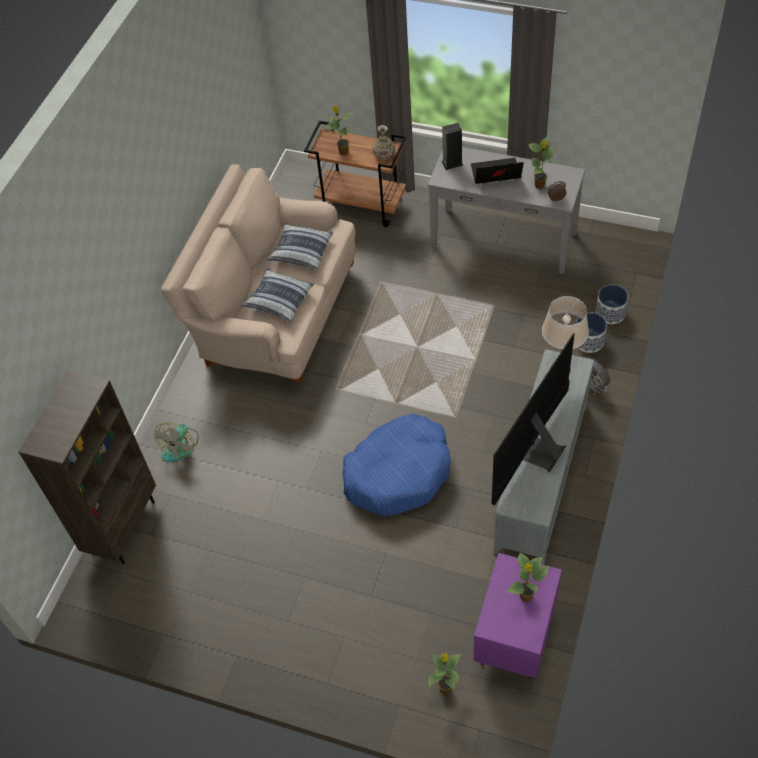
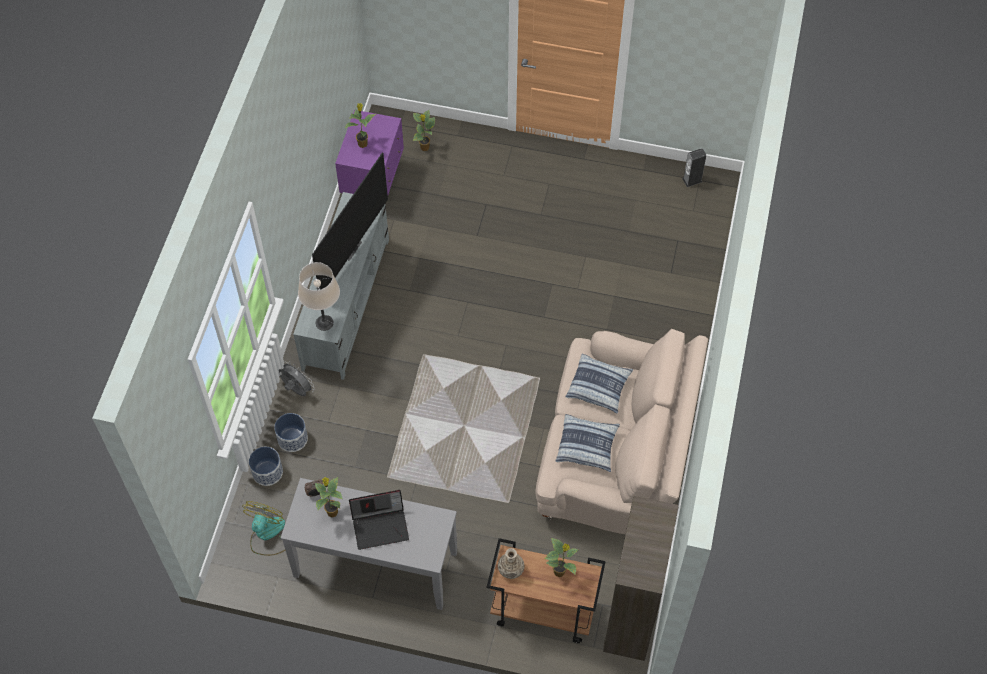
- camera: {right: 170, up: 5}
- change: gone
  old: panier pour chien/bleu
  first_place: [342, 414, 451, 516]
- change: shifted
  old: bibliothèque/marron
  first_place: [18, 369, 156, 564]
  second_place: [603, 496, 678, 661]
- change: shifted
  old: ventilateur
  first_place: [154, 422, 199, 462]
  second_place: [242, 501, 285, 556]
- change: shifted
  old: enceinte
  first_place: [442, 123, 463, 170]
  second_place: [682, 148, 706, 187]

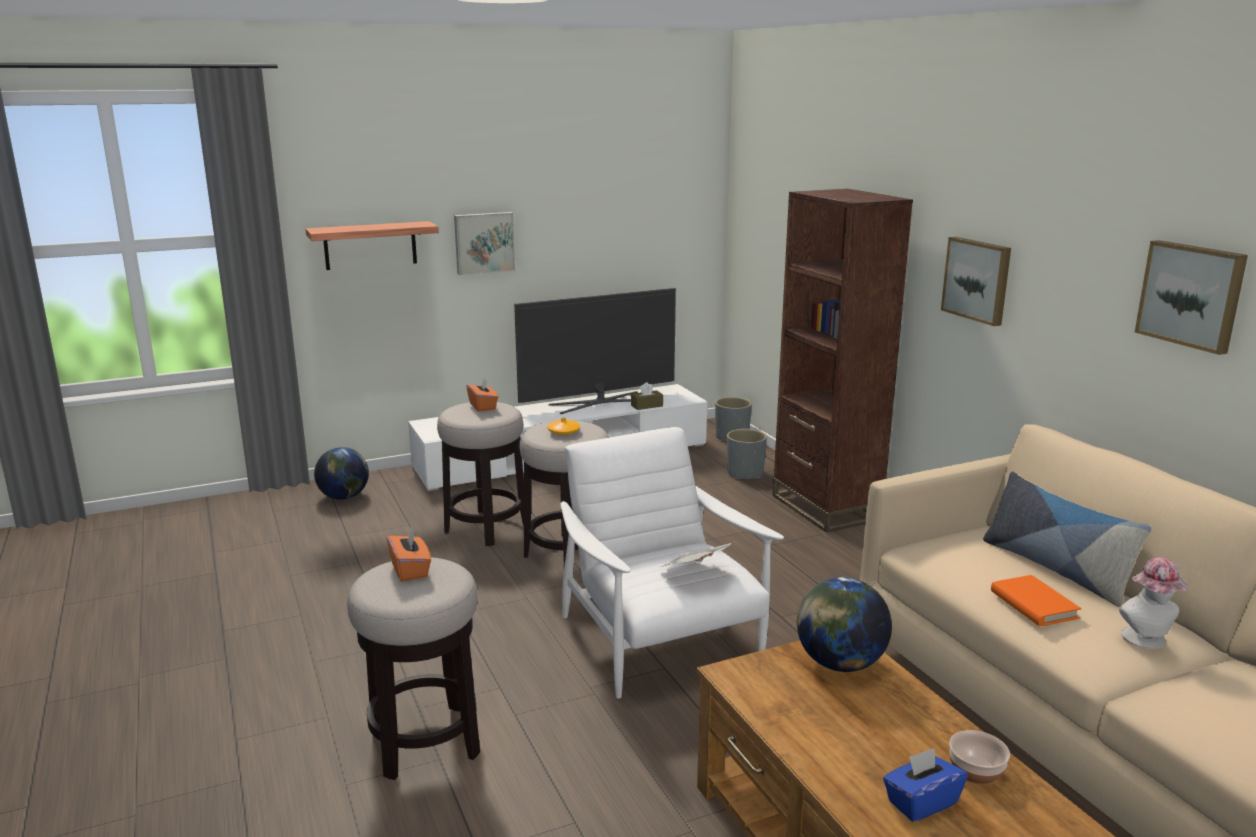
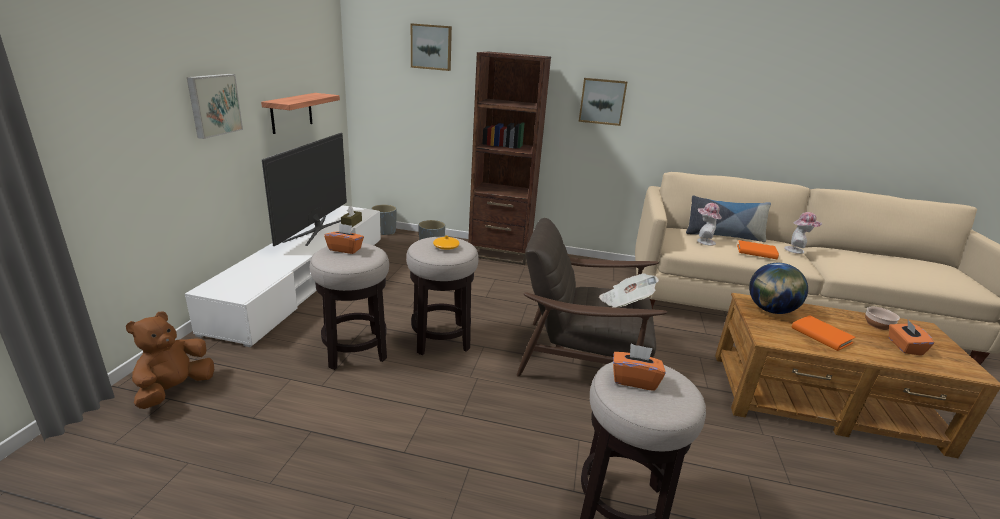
- camera: {right: -55, up: 5}
- change: new
  new: chapeau
  second_place: [697, 203, 722, 246]
- change: new
  new: livre/orange
  second_place: [791, 315, 856, 351]
- change: shifted
  old: étagère
  first_place: [305, 221, 439, 270]
  second_place: [261, 93, 340, 134]
- change: shifted
  old: tableau
  first_place: [1135, 240, 1248, 355]
  second_place: [411, 23, 452, 71]
- change: swapped
  old: globe
  new: peluche/marron
  first_place: [314, 447, 369, 500]
  second_place: [126, 311, 215, 409]
- change: repainted
  old: fauteuil/blanc
  new: fauteuil/marron
  first_place: [560, 427, 784, 699]
  second_place: [517, 218, 668, 377]
- change: repainted
  old: boîte à mouchoirs/bleu
  new: boîte à mouchoirs/orange
  first_place: [883, 748, 968, 822]
  second_place: [889, 320, 934, 356]

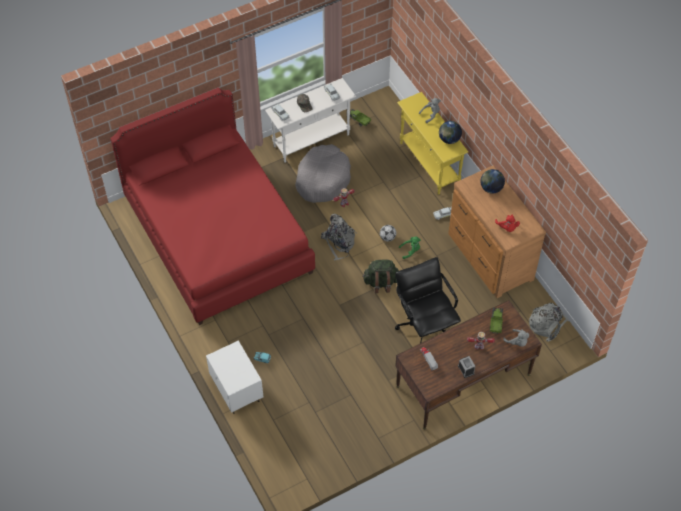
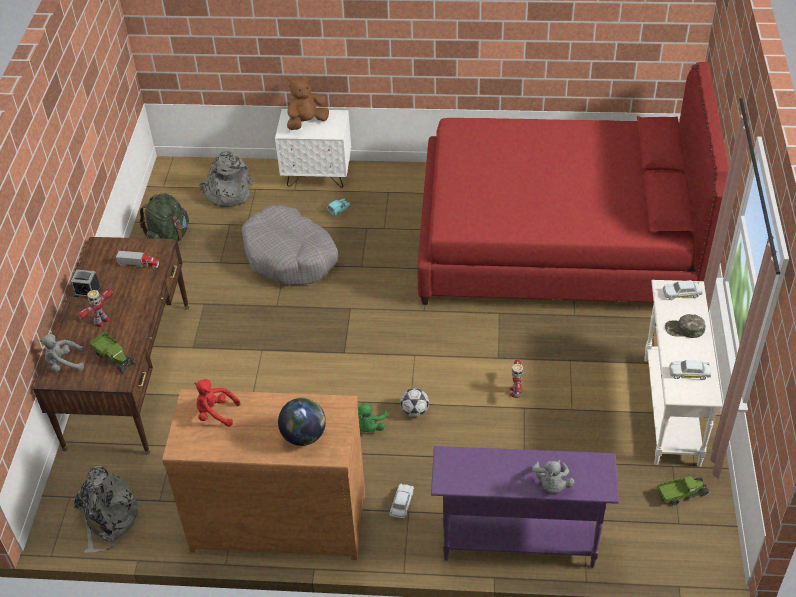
- camera: {right: 125, up: -10}
- change: gone
  old: chaise de bureau/noir
  first_place: [395, 257, 461, 343]
- change: gone
  old: globe
  first_place: [439, 121, 462, 144]
- change: new
  new: peluche/marron
  second_place: [287, 75, 329, 130]
- change: shifted
  old: panier pour chien/gris
  first_place: [295, 144, 351, 203]
  second_place: [242, 205, 338, 286]
- change: shifted
  old: sac à dos/gris
  first_place: [321, 214, 356, 260]
  second_place: [199, 150, 254, 207]
- change: shifted
  old: sac à dos/vert
  first_place: [362, 260, 399, 293]
  second_place: [139, 193, 189, 242]
- change: repainted
  old: table console/jaune
  new: table console/violet
  first_place: [397, 92, 468, 194]
  second_place: [431, 446, 619, 568]

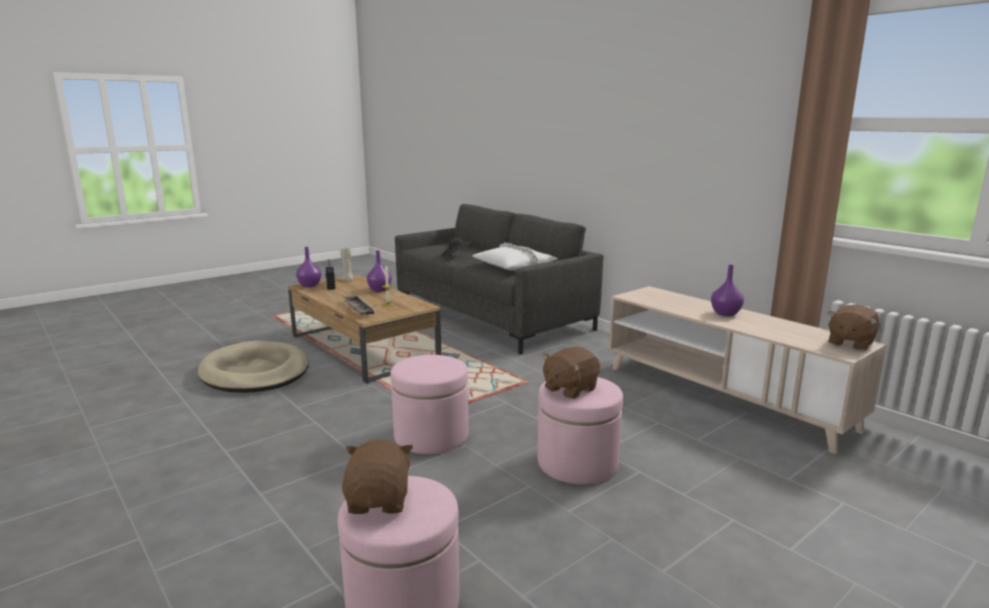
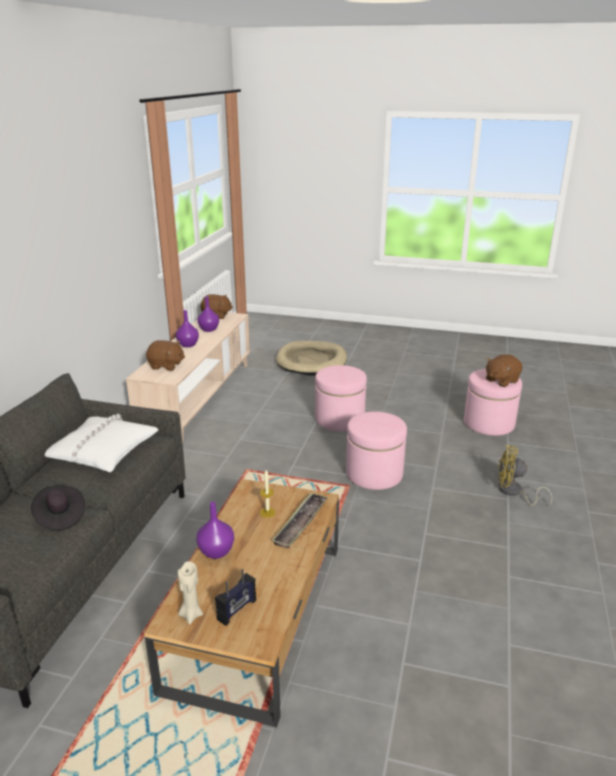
- camera: {right: -125, up: 10}
- change: new
  new: ventilateur/jaune
  second_place: [498, 445, 552, 507]
- change: shifted
  old: panier pour chien/beige
  first_place: [198, 341, 309, 393]
  second_place: [276, 341, 347, 376]
- change: shifted
  old: vase/violet
  first_place: [296, 247, 321, 287]
  second_place: [198, 296, 219, 332]
- change: shifted
  old: peluche/marron
  first_place: [542, 347, 600, 399]
  second_place: [146, 340, 185, 371]

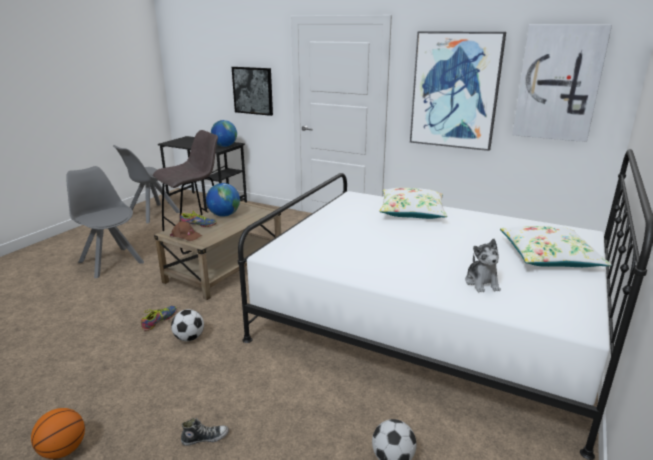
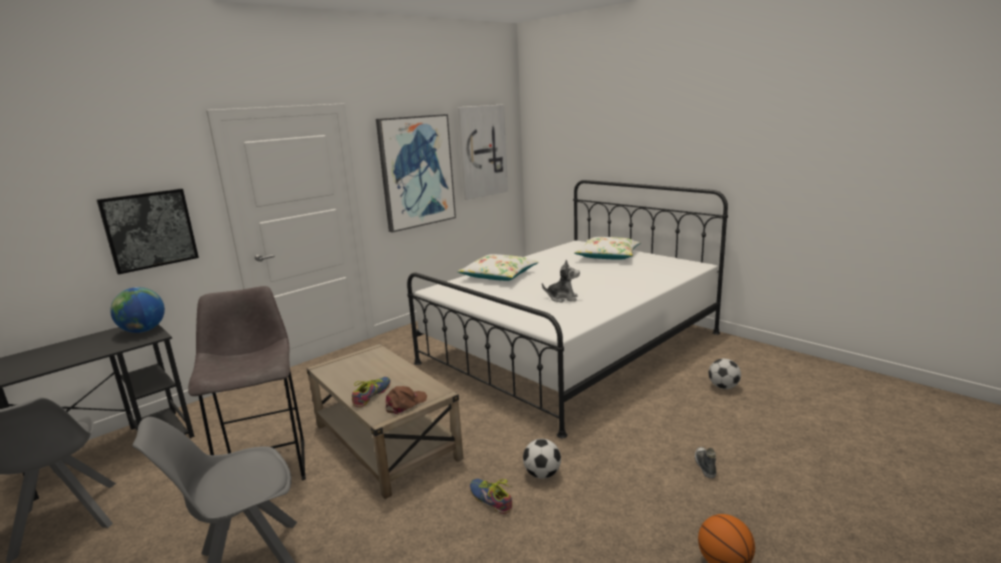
- camera: {right: -70, up: -5}
- change: gone
  old: globe
  first_place: [206, 183, 240, 217]
- change: shifted
  old: peluche
  first_place: [465, 239, 501, 293]
  second_place: [542, 260, 580, 302]

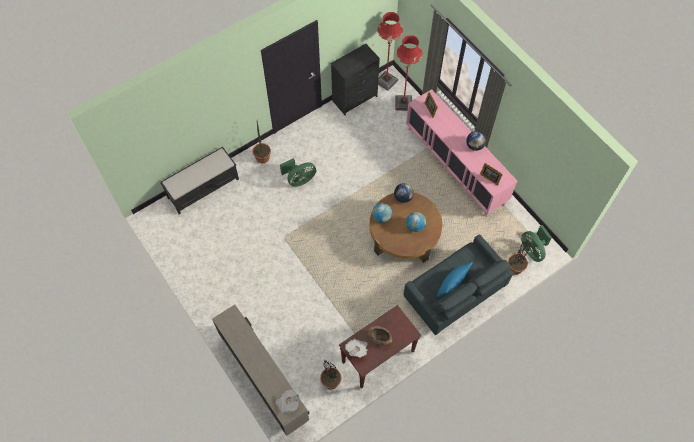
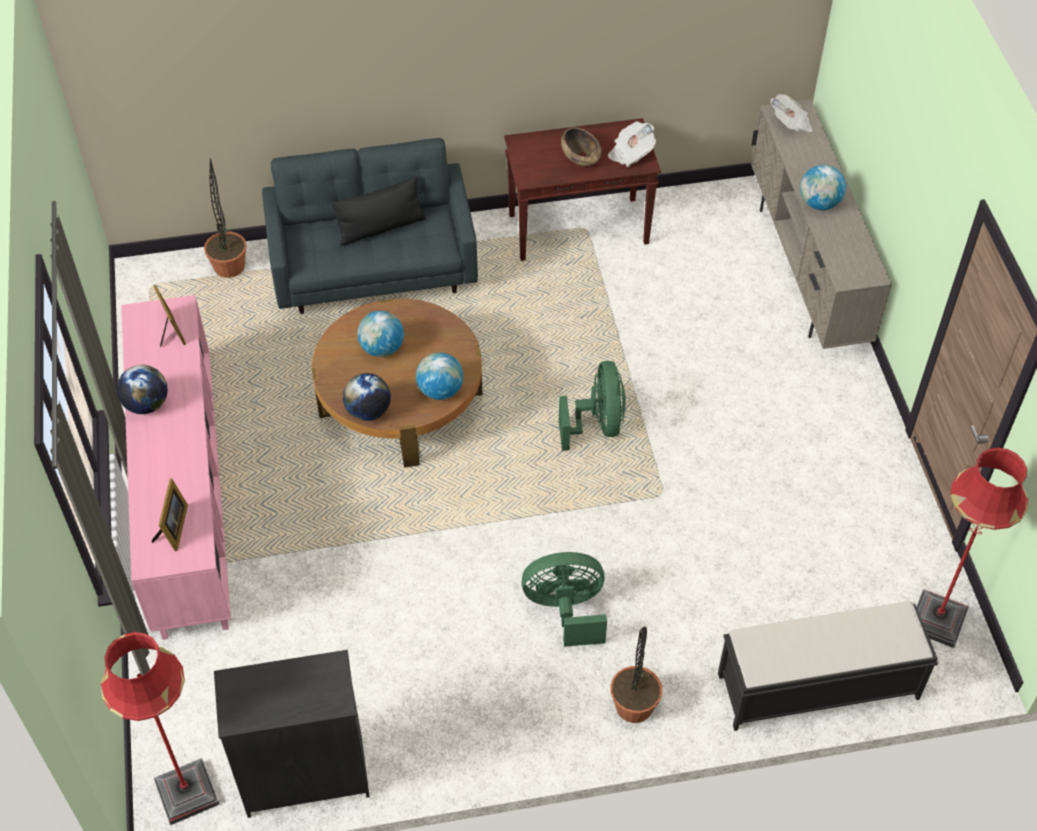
- camera: {right: -155, up: -10}
- change: gone
  old: plante en pot
  first_place: [320, 360, 342, 390]
- change: new
  new: globe
  second_place: [800, 165, 846, 210]
- change: shifted
  old: lampadaire/rouge
  first_place: [395, 35, 423, 111]
  second_place: [916, 447, 1028, 648]
- change: shifted
  old: ventilateur/vert
  first_place: [521, 225, 552, 262]
  second_place: [559, 361, 626, 450]
- change: repainted
  old: coussin/bleu
  new: coussin/noir
  first_place: [437, 262, 473, 297]
  second_place: [331, 176, 426, 246]

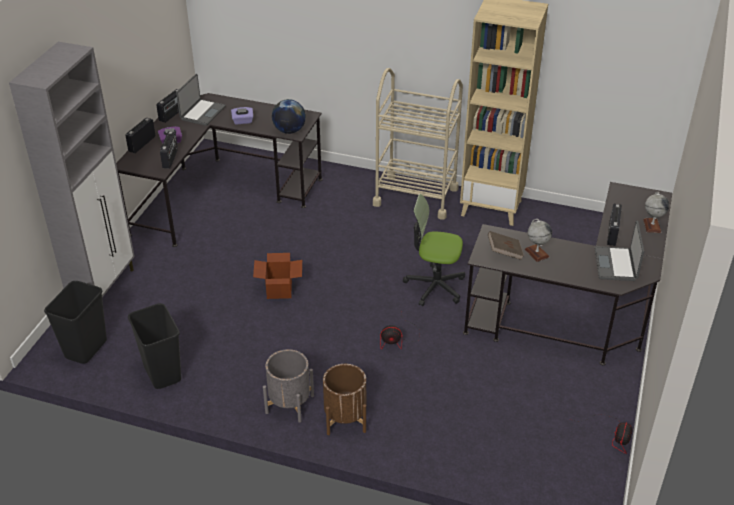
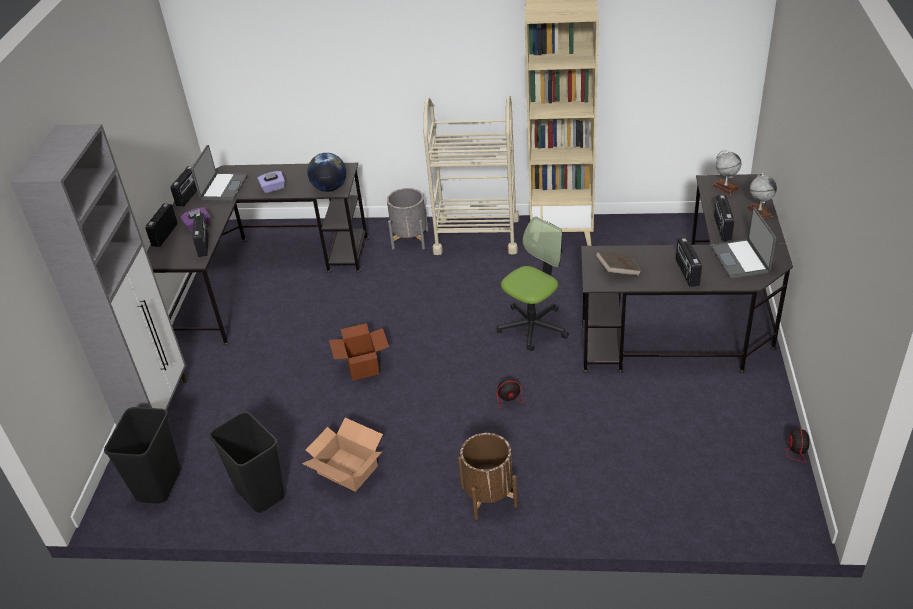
- camera: {right: -10, up: 0}
- change: new
  new: carton
  second_place: [302, 418, 383, 492]
- change: new
  new: radio
  second_place: [676, 238, 702, 287]
- change: shifted
  old: cache-pot/gris
  first_place: [263, 349, 314, 423]
  second_place: [387, 188, 428, 249]
- change: shifted
  old: globe
  first_place: [525, 219, 552, 262]
  second_place: [712, 150, 741, 195]
- change: rotated
  old: chaise de bureau
  first_place: [403, 194, 465, 306]
  second_place: [497, 217, 569, 351]
  degrees: 135

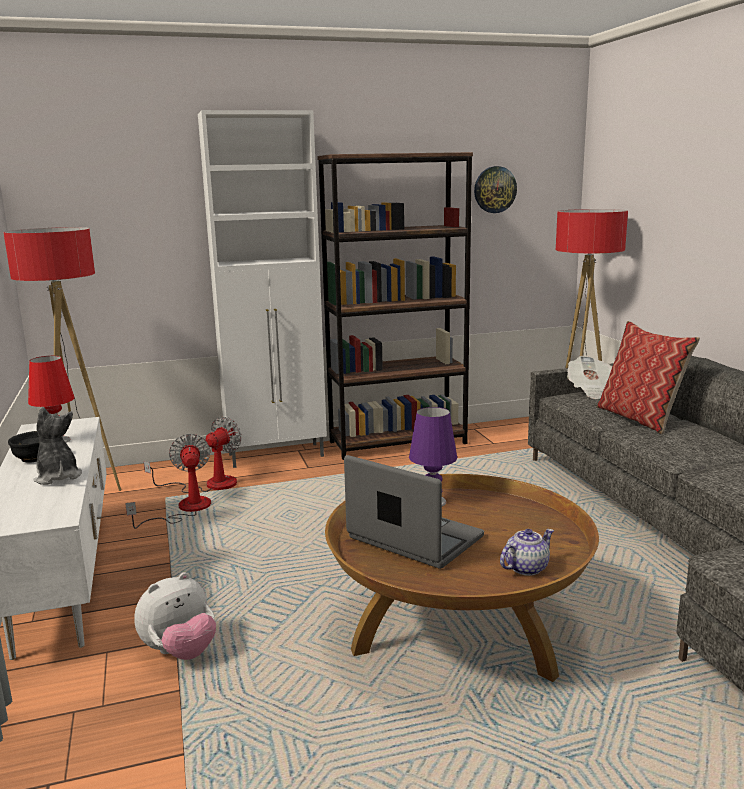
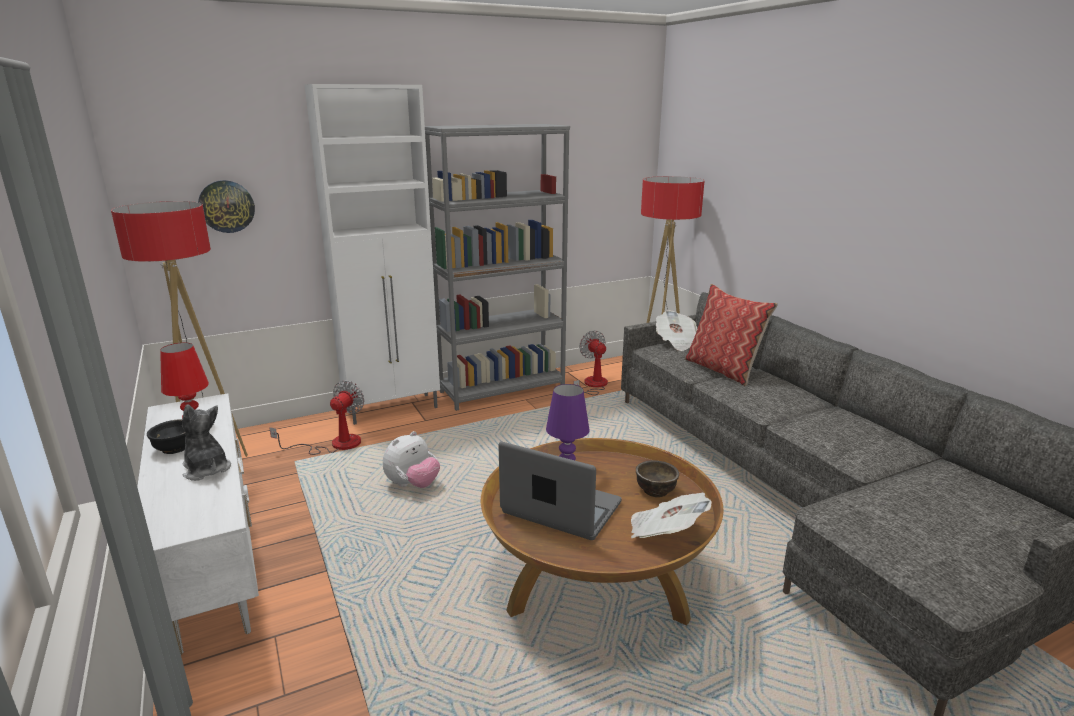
- camera: {right: -10, up: 5}
- change: new
  new: bol/marron
  second_place: [636, 460, 679, 497]
- change: shifted
  old: ventilateur
  first_place: [125, 434, 211, 529]
  second_place: [574, 330, 608, 395]
- change: shifted
  old: peluche
  first_place: [134, 572, 216, 660]
  second_place: [383, 431, 440, 488]
- change: shifted
  old: horloge murale
  first_place: [474, 166, 517, 213]
  second_place: [198, 180, 255, 233]
- change: swapped
  old: théière
  new: journal
  first_place: [500, 529, 554, 576]
  second_place: [631, 493, 712, 538]
- change: repainted
  old: bibliothèque/marron
  new: bibliothèque/gris
  first_place: [317, 152, 473, 460]
  second_place: [425, 124, 570, 411]

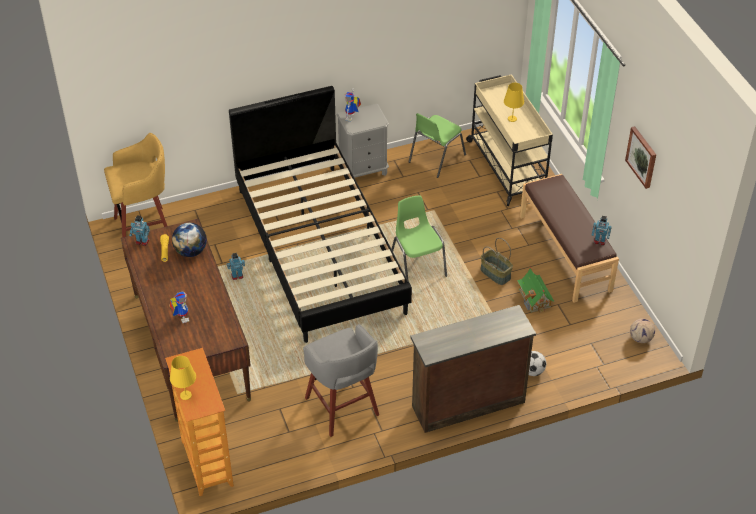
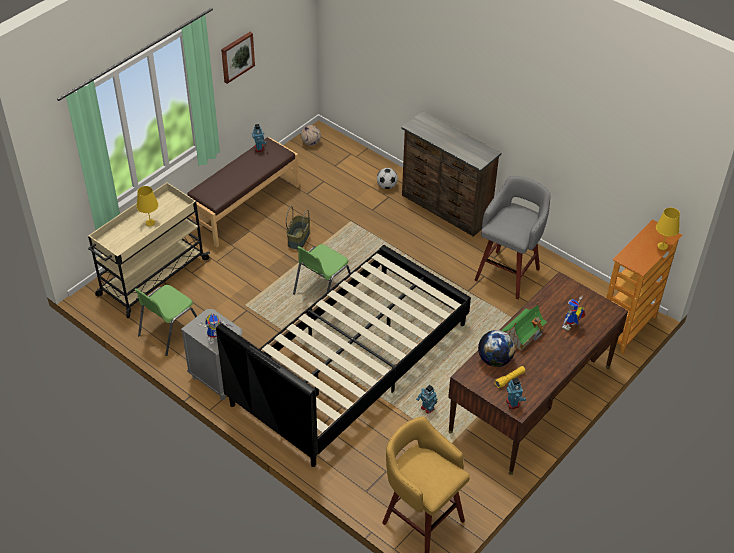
- camera: {right: -120, up: 0}
- change: shifted
  old: maison miniature
  first_place: [517, 266, 555, 313]
  second_place: [501, 303, 547, 351]
- change: rotated
  old: chaise/vert
  first_place: [409, 113, 466, 178]
  second_place: [134, 285, 197, 356]
  degrees: 120

